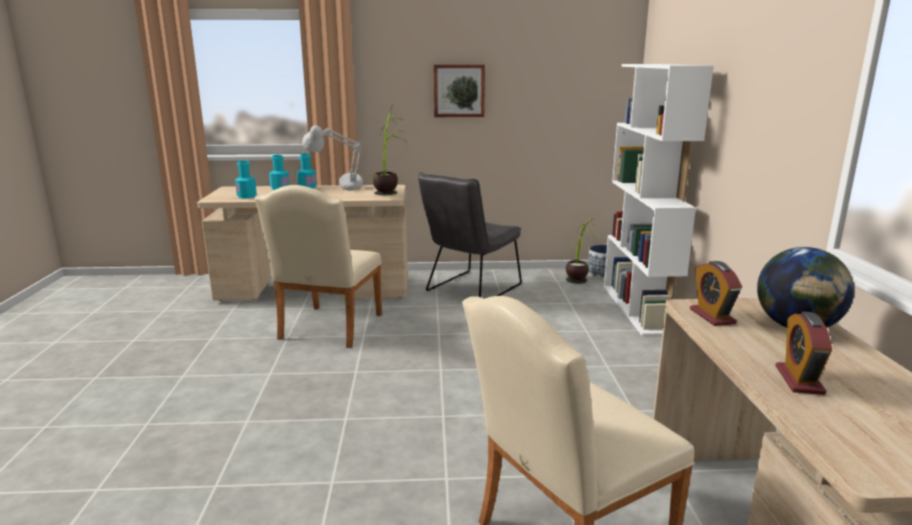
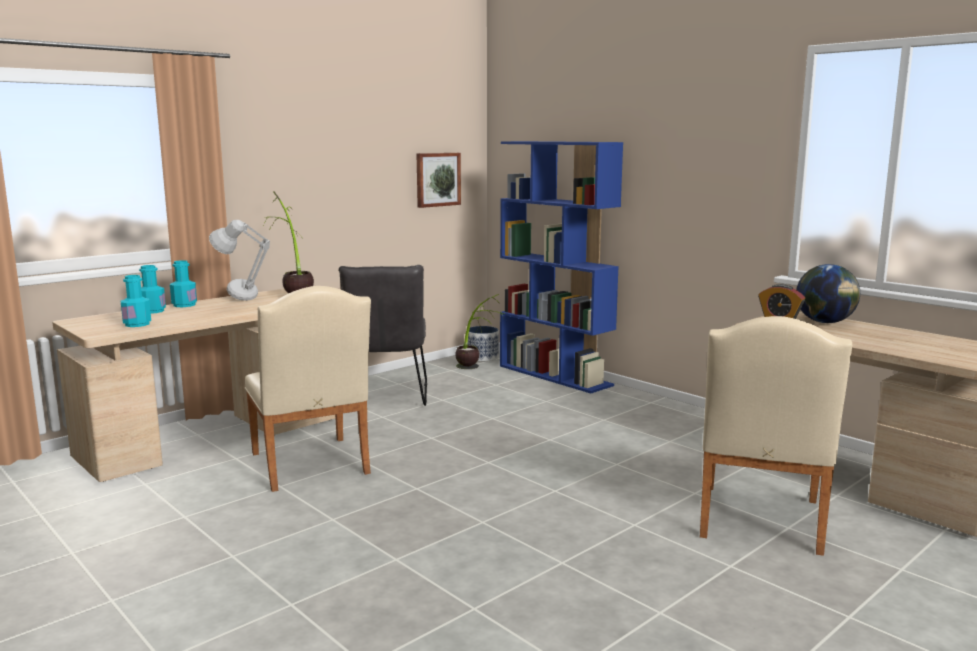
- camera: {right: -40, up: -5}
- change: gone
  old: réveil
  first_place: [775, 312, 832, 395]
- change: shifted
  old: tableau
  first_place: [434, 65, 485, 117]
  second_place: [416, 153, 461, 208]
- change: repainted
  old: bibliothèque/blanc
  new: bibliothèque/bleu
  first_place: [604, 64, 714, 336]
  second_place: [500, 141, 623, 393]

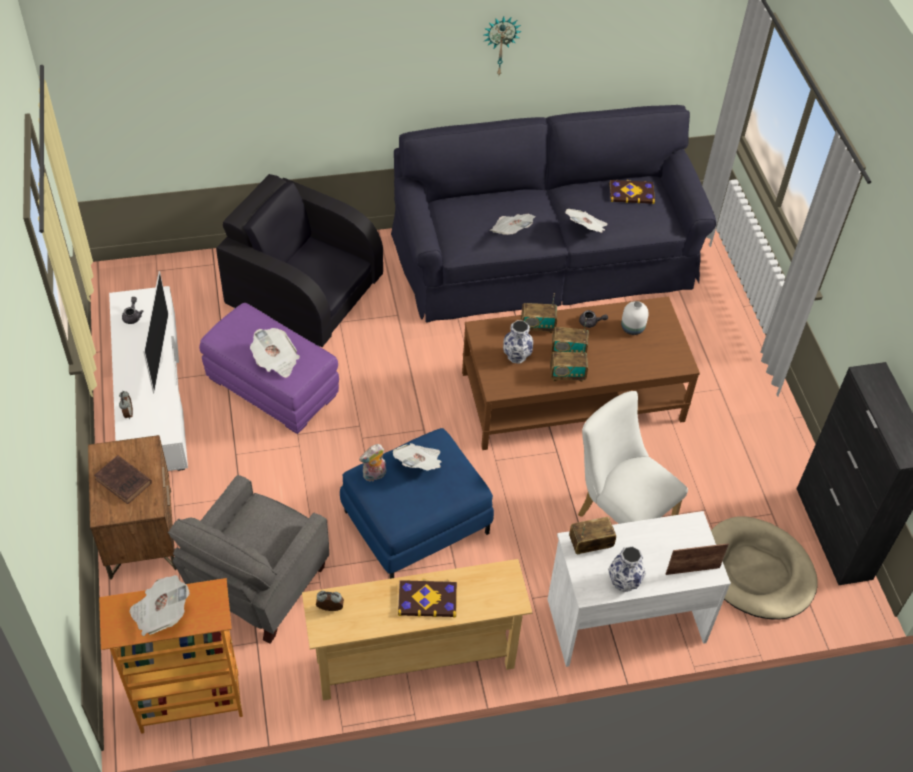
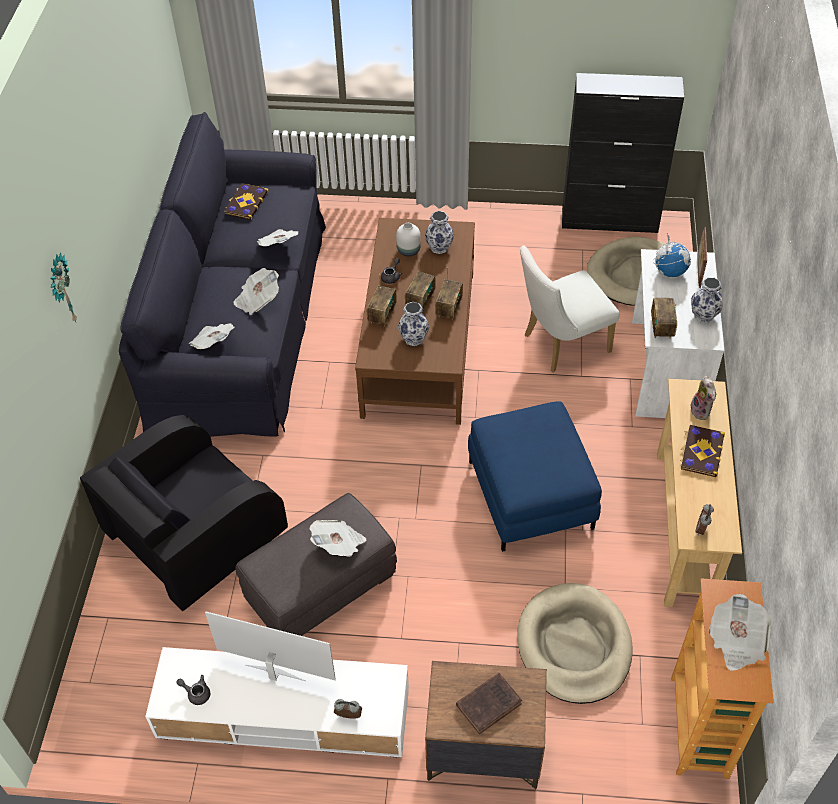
- camera: {right: -70, up: 0}
- change: new
  new: vase
  second_place: [425, 211, 454, 254]
- change: new
  new: globe
  second_place: [653, 233, 691, 277]
- change: shifted
  old: peluche
  first_place: [359, 444, 386, 482]
  second_place: [691, 376, 717, 420]
- change: shifted
  old: journal
  first_place: [393, 443, 442, 471]
  second_place: [189, 323, 234, 349]
- change: shifted
  old: horloge murale
  first_place: [484, 16, 522, 75]
  second_place: [50, 252, 77, 322]
- change: swapped
  old: fauteuil/gris
  new: panier pour chien/beige
  first_place: [168, 475, 329, 644]
  second_place: [517, 583, 632, 704]
- change: repainted
  old: pouf/violet
  new: pouf/gris
  first_place: [199, 303, 339, 434]
  second_place: [235, 493, 397, 636]

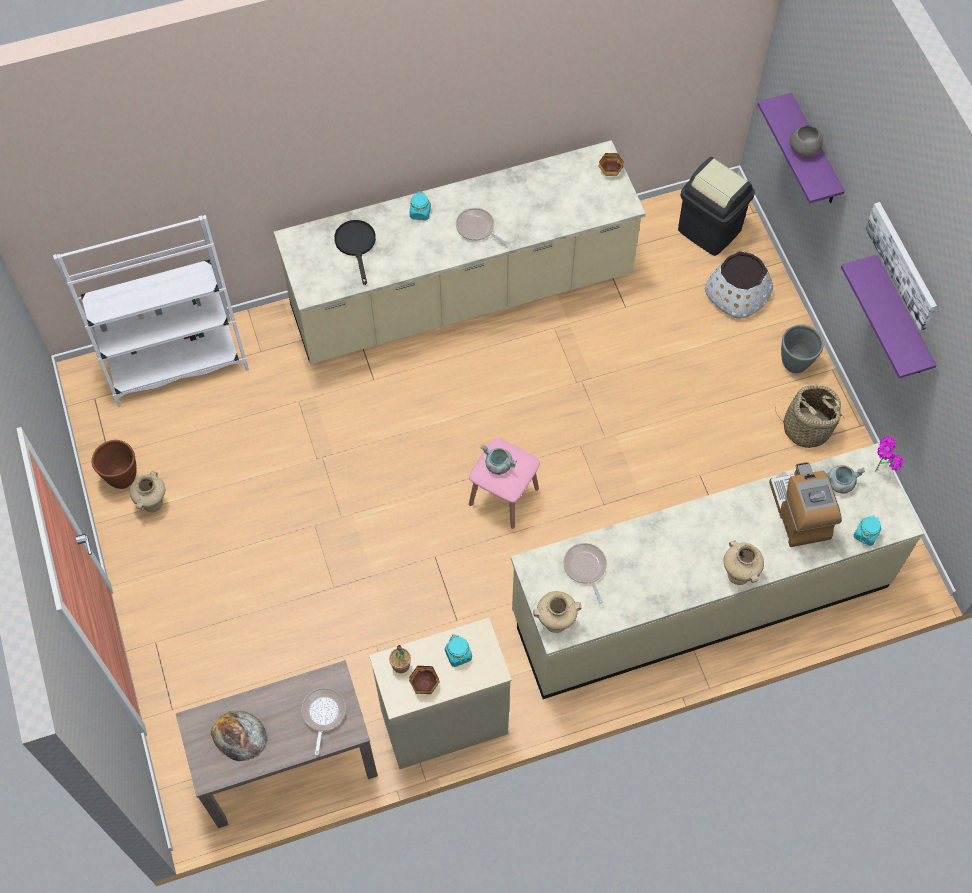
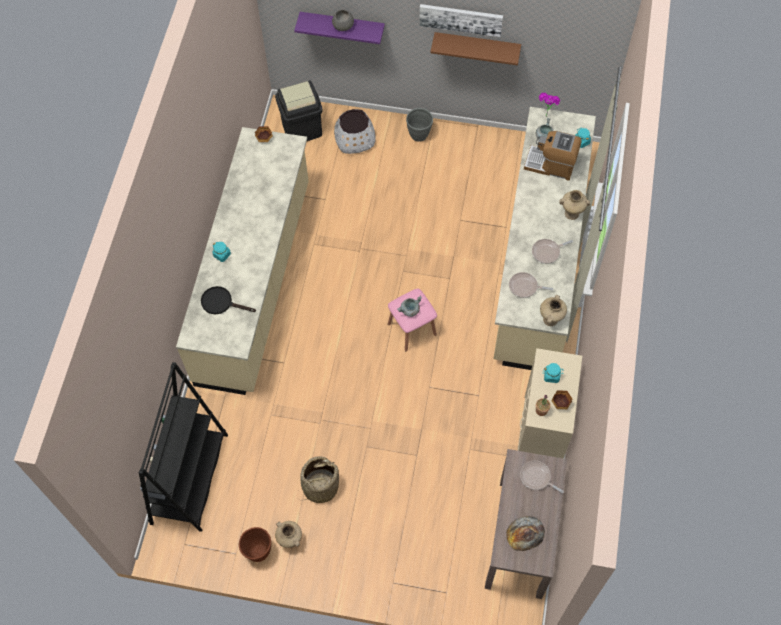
- camera: {right: -60, up: 0}
- change: shifted
  old: poêle
  first_place: [456, 208, 508, 245]
  second_place: [532, 239, 573, 264]
- change: shifted
  old: panier
  first_place: [775, 385, 843, 448]
  second_place: [298, 456, 339, 503]
- change: repainted
  old: bibliothèque/blanc
  new: bibliothèque/noir
  first_place: [53, 215, 249, 407]
  second_place: [139, 362, 228, 532]
- change: repainted
  old: étagère/violet
  new: étagère/marron
  first_place: [841, 255, 936, 378]
  second_place: [430, 32, 521, 65]

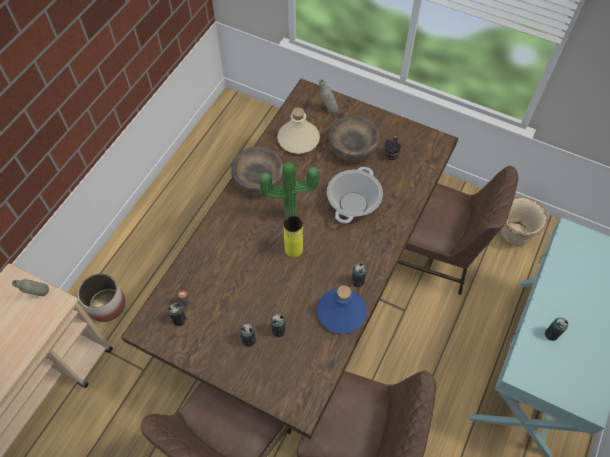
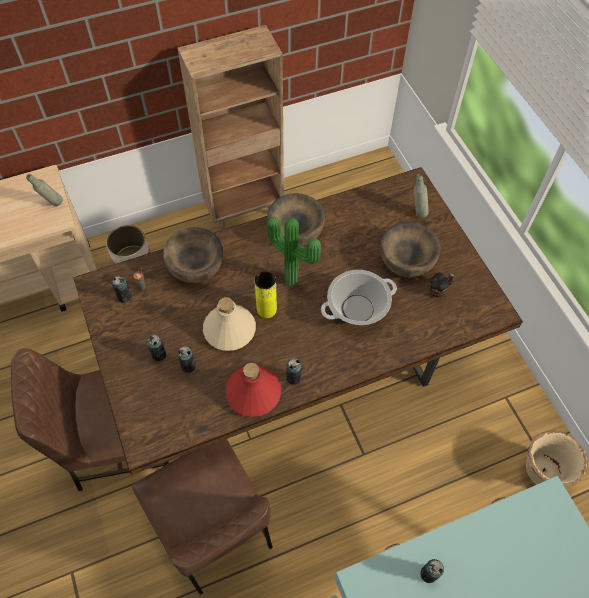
- camera: {right: 40, up: 0}
- change: gone
  old: chaise/marron
  first_place: [398, 166, 518, 295]
- change: new
  new: bol/marron
  second_place: [163, 227, 223, 283]
- change: new
  new: bibliothèque/marron
  second_place: [177, 25, 284, 231]
- change: shifted
  old: bouteille/beige
  first_place: [277, 107, 320, 154]
  second_place: [203, 297, 256, 351]
- change: repainted
  old: bouteille/bleu
  new: bouteille/rouge
  first_place: [317, 285, 367, 334]
  second_place: [225, 363, 281, 417]

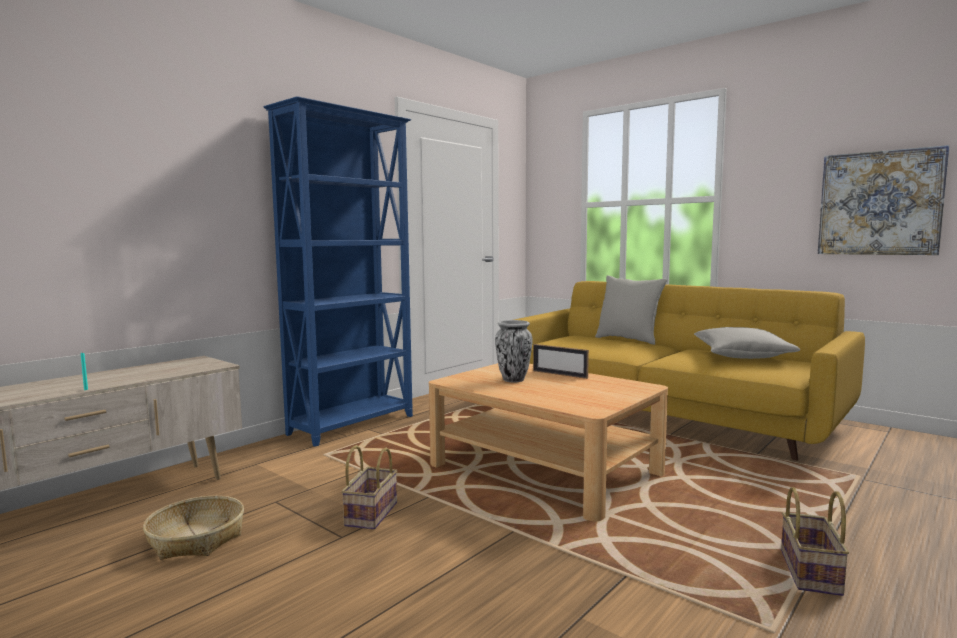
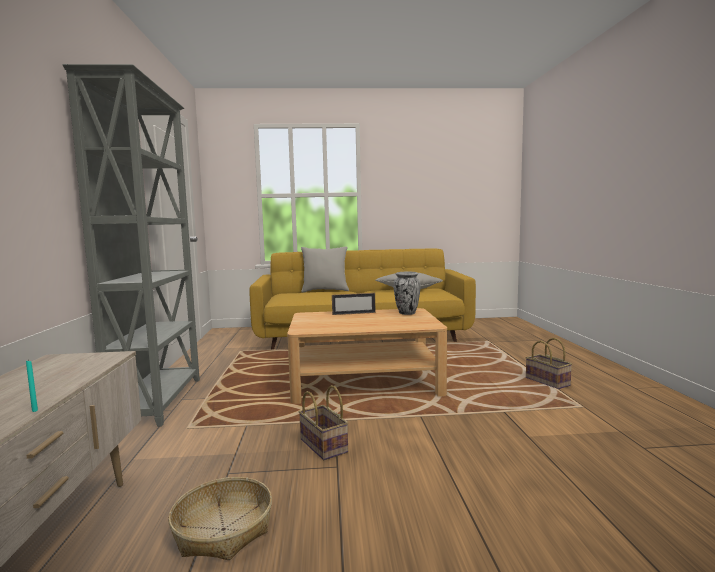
- camera: {right: -45, up: 0}
- change: gone
  old: tableau
  first_place: [818, 145, 950, 255]
- change: shifted
  old: vase
  first_place: [495, 320, 532, 382]
  second_place: [393, 272, 421, 315]
- change: repainted
  old: bibliothèque/bleu
  new: bibliothèque/gris
  first_place: [263, 96, 413, 447]
  second_place: [62, 64, 200, 427]

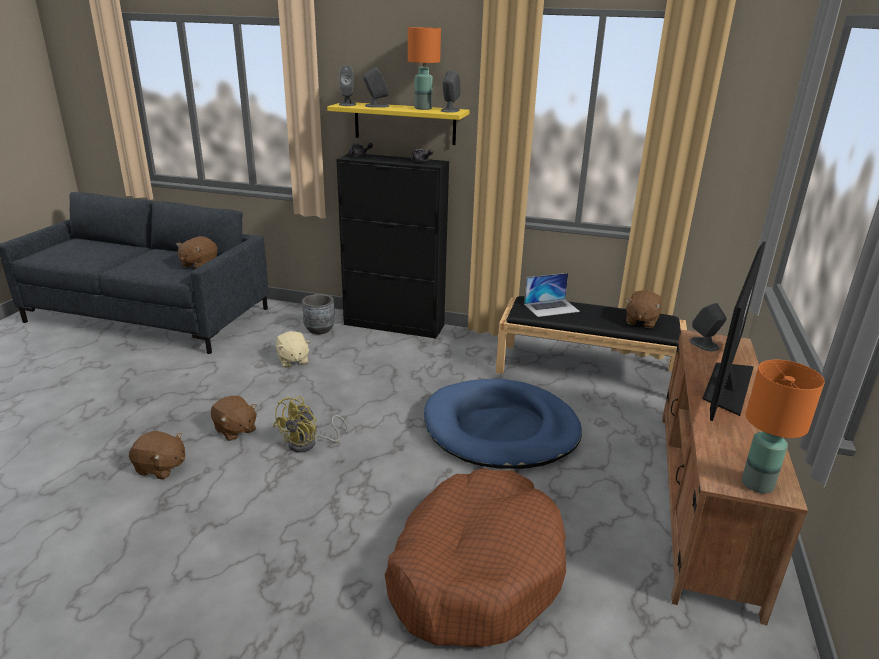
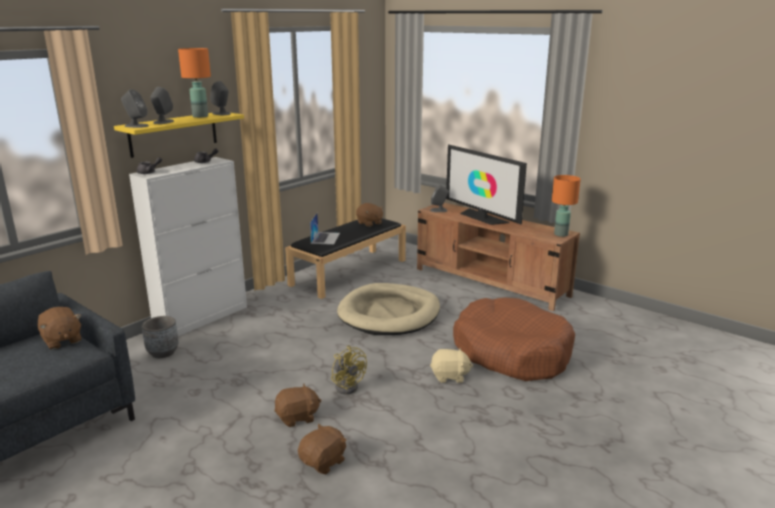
- camera: {right: -65, up: -5}
- change: shifted
  old: peluche/beige
  first_place: [276, 331, 311, 367]
  second_place: [430, 348, 473, 383]
- change: repainted
  old: meuble de rangement/noir
  new: meuble de rangement/blanc
  first_place: [336, 154, 449, 338]
  second_place: [129, 157, 247, 336]
- change: repainted
  old: panier pour chien/bleu
  new: panier pour chien/beige
  first_place: [424, 379, 582, 469]
  second_place: [337, 283, 440, 335]

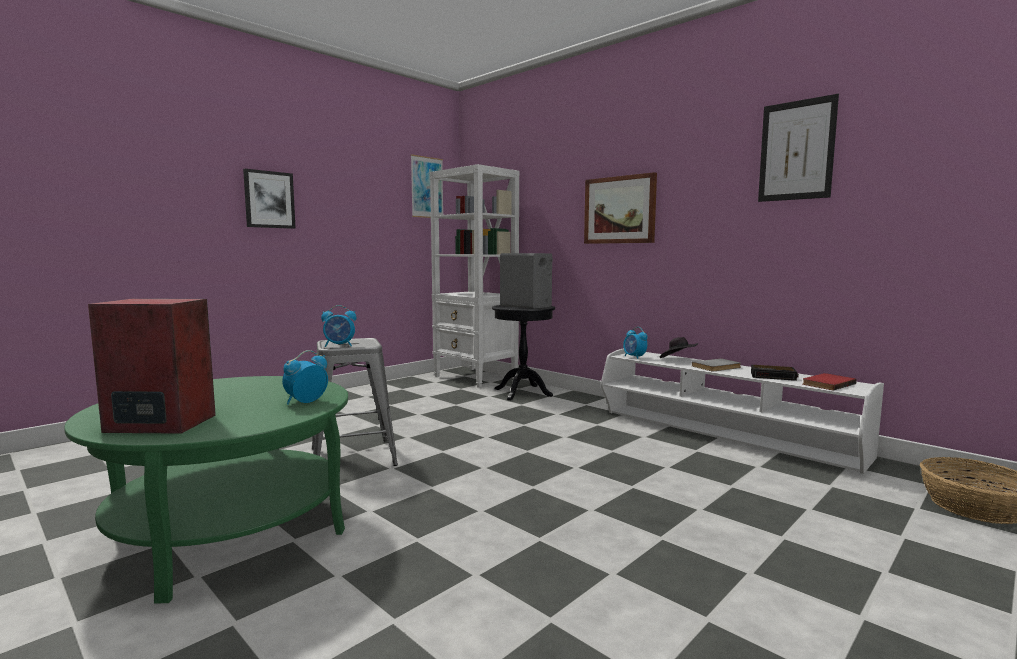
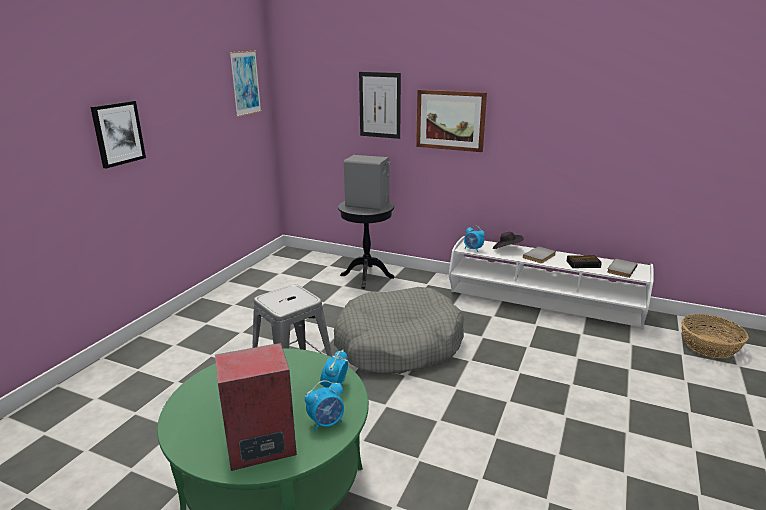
- camera: {right: -20, up: 15}
- change: gone
  old: bibliothèque/blanc
  first_place: [429, 164, 519, 388]
- change: new
  new: panier pour chien/gris
  second_place: [334, 287, 464, 374]
- change: shifted
  old: réveil
  first_place: [321, 305, 357, 347]
  second_place: [305, 380, 344, 432]
- change: shifted
  old: tableau
  first_place: [758, 94, 839, 202]
  second_place: [359, 72, 401, 139]
- change: repainted
  old: livre/rouge
  new: livre/gris
  first_place: [802, 373, 857, 391]
  second_place: [607, 259, 638, 278]

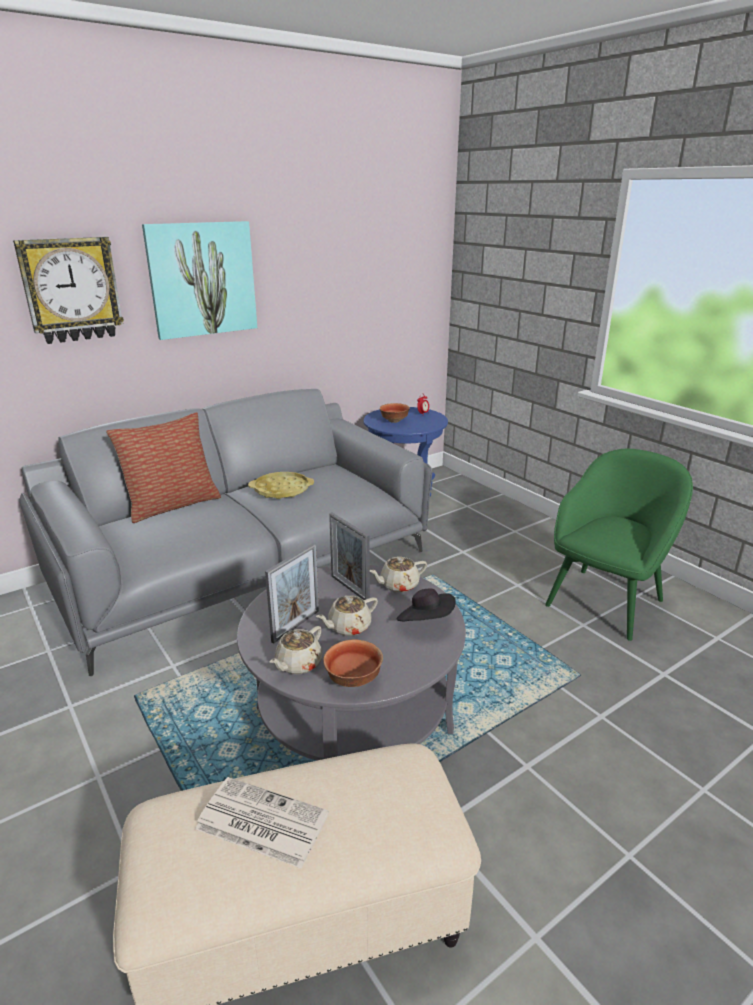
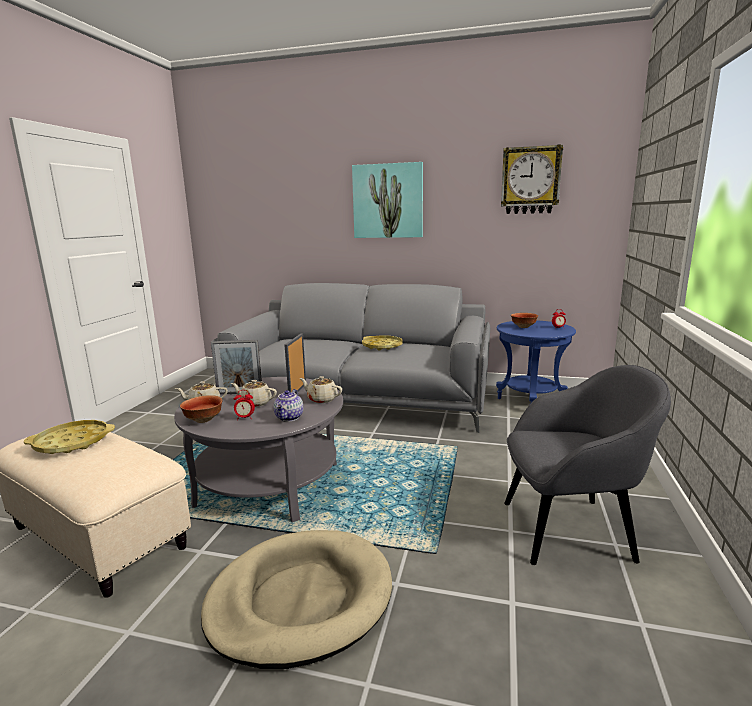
- camera: {right: 50, up: -10}
- change: gone
  old: coussin
  first_place: [106, 412, 221, 523]
- change: new
  new: panier pour chien/beige
  second_place: [201, 530, 392, 669]
- change: new
  new: réveil
  second_place: [234, 390, 255, 420]
- change: shifted
  old: horloge murale
  first_place: [13, 237, 124, 344]
  second_place: [501, 144, 563, 214]
- change: swapped
  old: journal
  new: plateau/jaune
  first_place: [195, 777, 329, 869]
  second_place: [24, 420, 115, 454]
- change: swapped
  old: chapeau/noir
  new: théière
  first_place: [397, 588, 456, 621]
  second_place: [273, 389, 303, 422]
- change: repainted
  old: fauteuil/vert
  new: fauteuil/gris
  first_place: [545, 449, 693, 641]
  second_place: [504, 365, 671, 565]

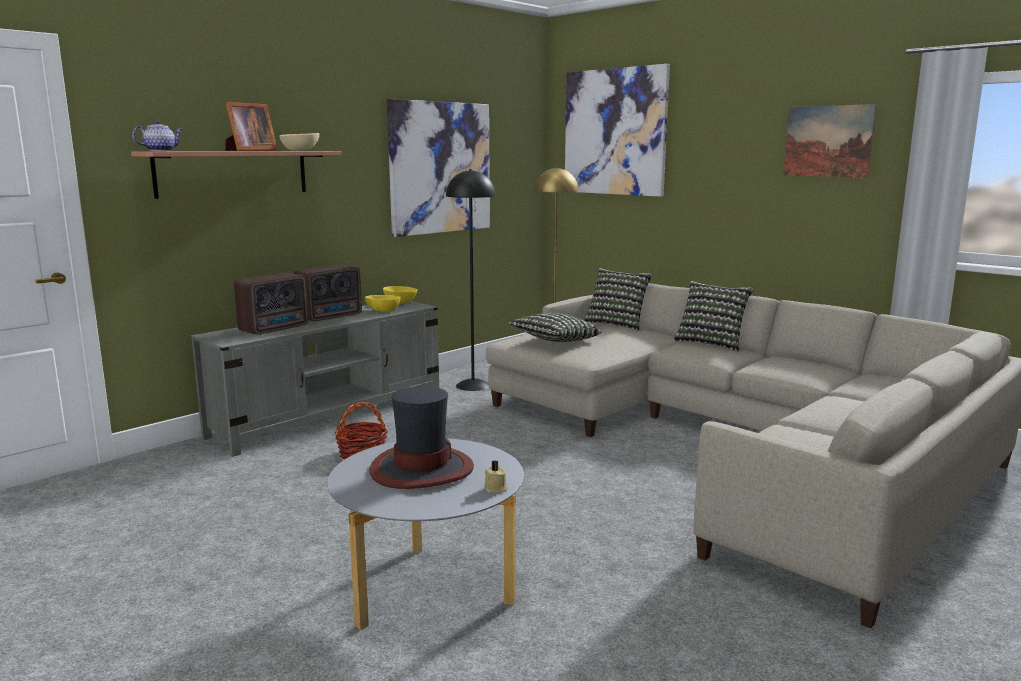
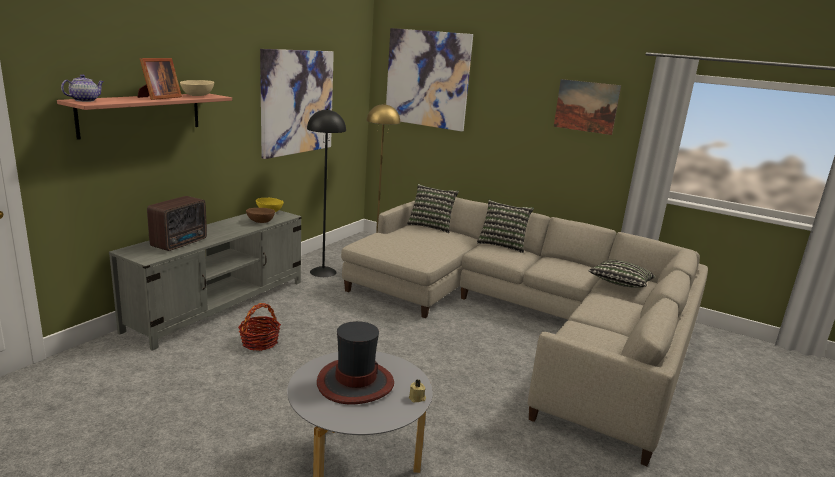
- camera: {right: -15, up: 5}
- change: gone
  old: radio
  first_place: [294, 265, 362, 322]
- change: shifted
  old: coussin
  first_place: [509, 313, 602, 342]
  second_place: [588, 260, 655, 288]
- change: repainted
  old: bol/jaune
  new: bol/marron
  first_place: [365, 295, 401, 312]
  second_place: [246, 208, 275, 223]

